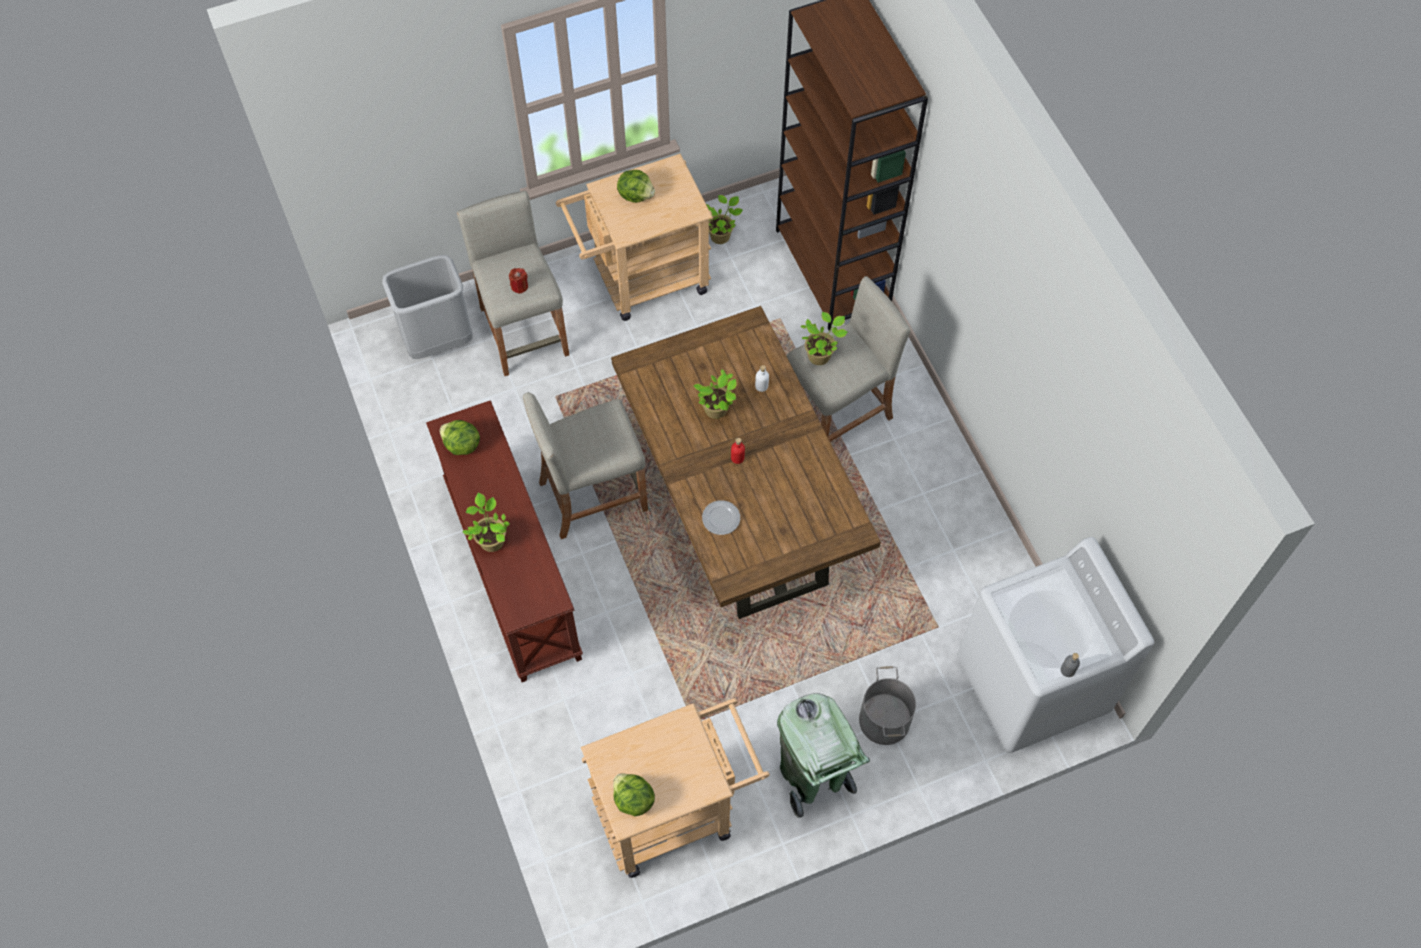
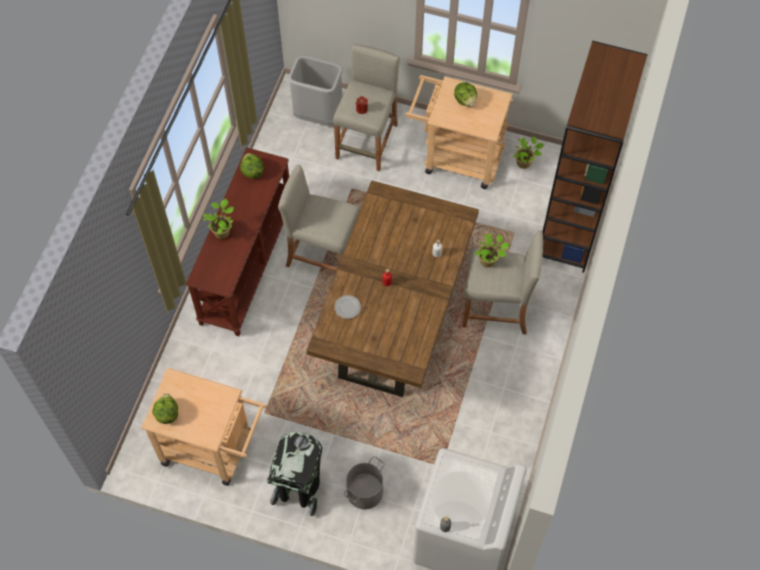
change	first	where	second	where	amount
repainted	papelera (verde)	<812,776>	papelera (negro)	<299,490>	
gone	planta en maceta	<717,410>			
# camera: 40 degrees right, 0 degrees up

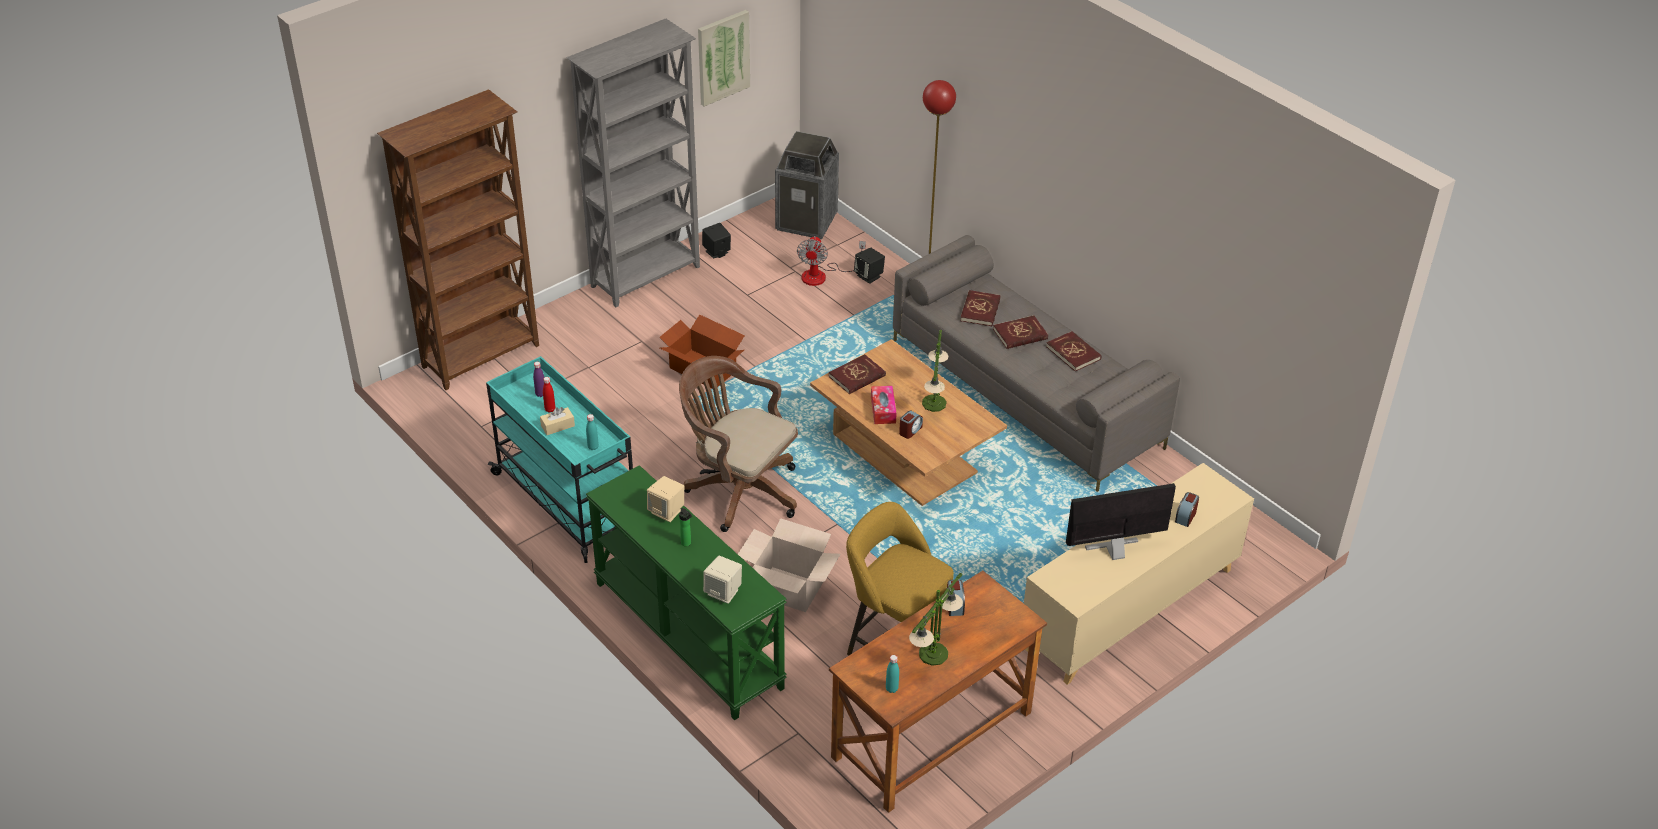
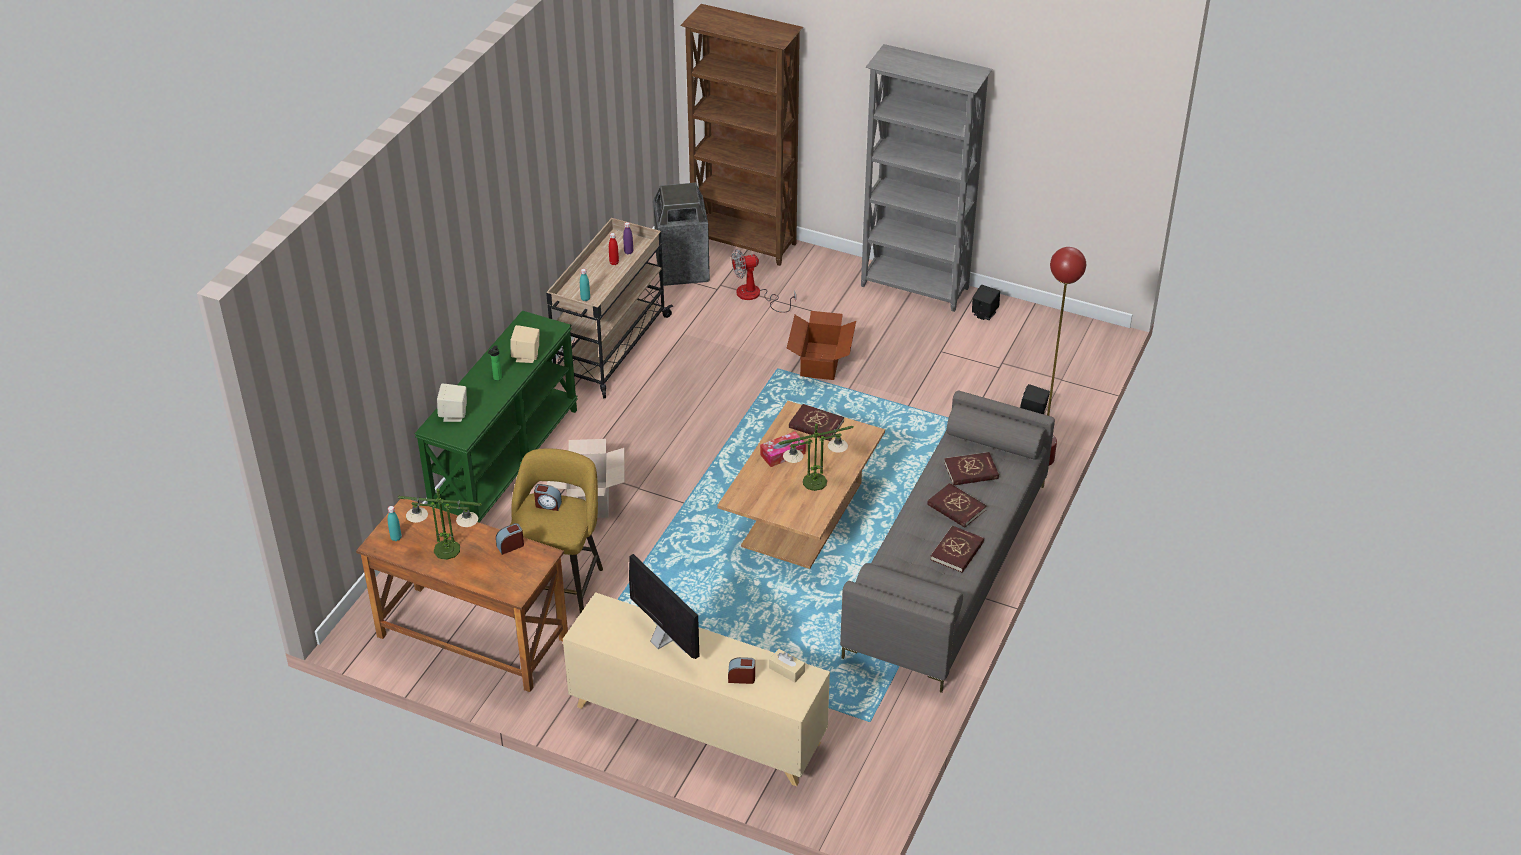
change	first	where	second	where	amount
shifted	despertador	<910,430>		<548,504>	
repainted	carrito (turquesa)	<569,503>	carrito (beis)	<609,349>	
shifted	papelera	<807,221>		<683,270>	
shifted	ventilador	<822,275>		<755,296>	
shifted	caja de pañuelos (beis)	<557,426>		<786,670>	
gone	silla de oficina (marrón)	<738,489>			
gone	cuadro	<723,57>			
# camera: 65 degrees right, 0 degrees up

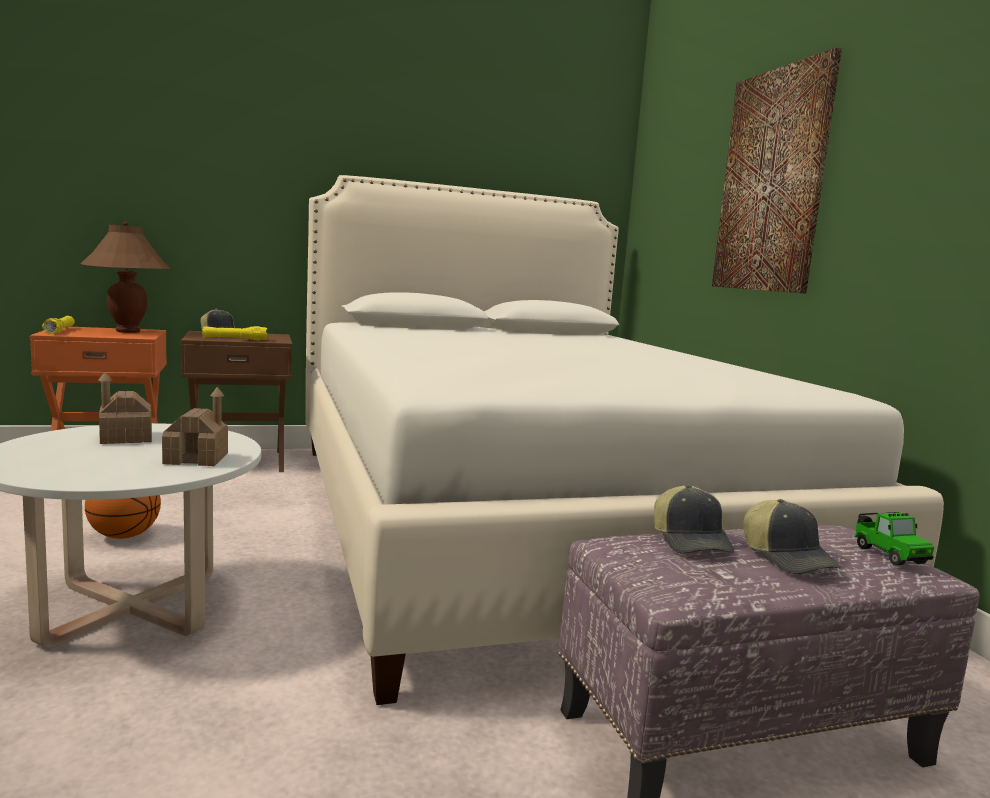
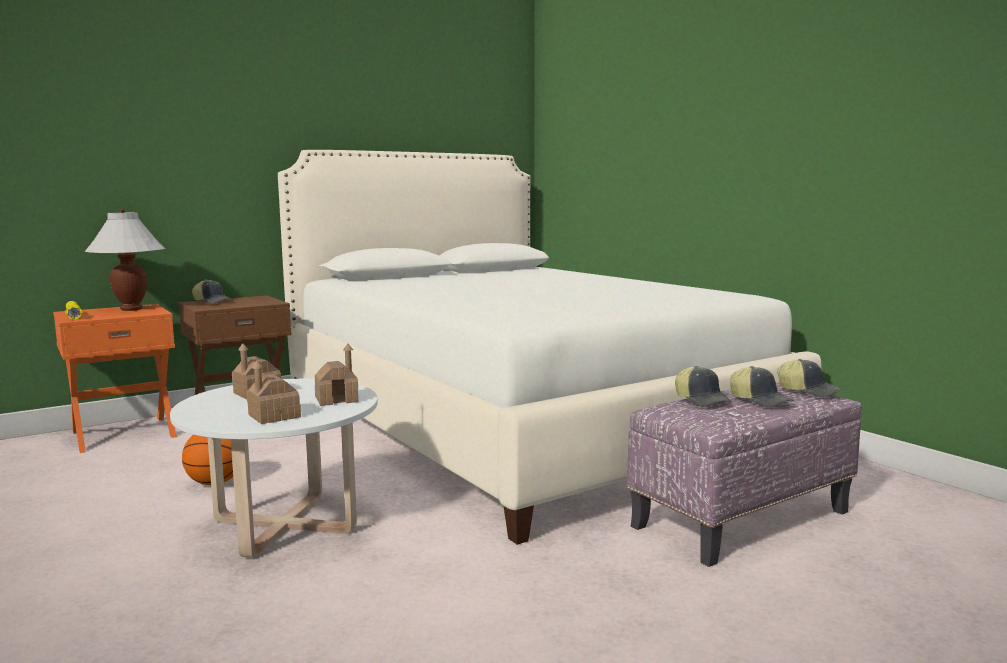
change	first	where	second	where	amount
repainted	lámpara de mesa (marrón)	<127,331>	lámpara de mesa (blanco)	<131,309>	
new			casita	<274,416>	
swapped	coche de juguete	<887,554>	gorra	<809,391>	
gone	linterna (amarillo)	<235,339>			
gone	cuadro	<772,181>			
# camera: 15 degrees left, 0 degrees up

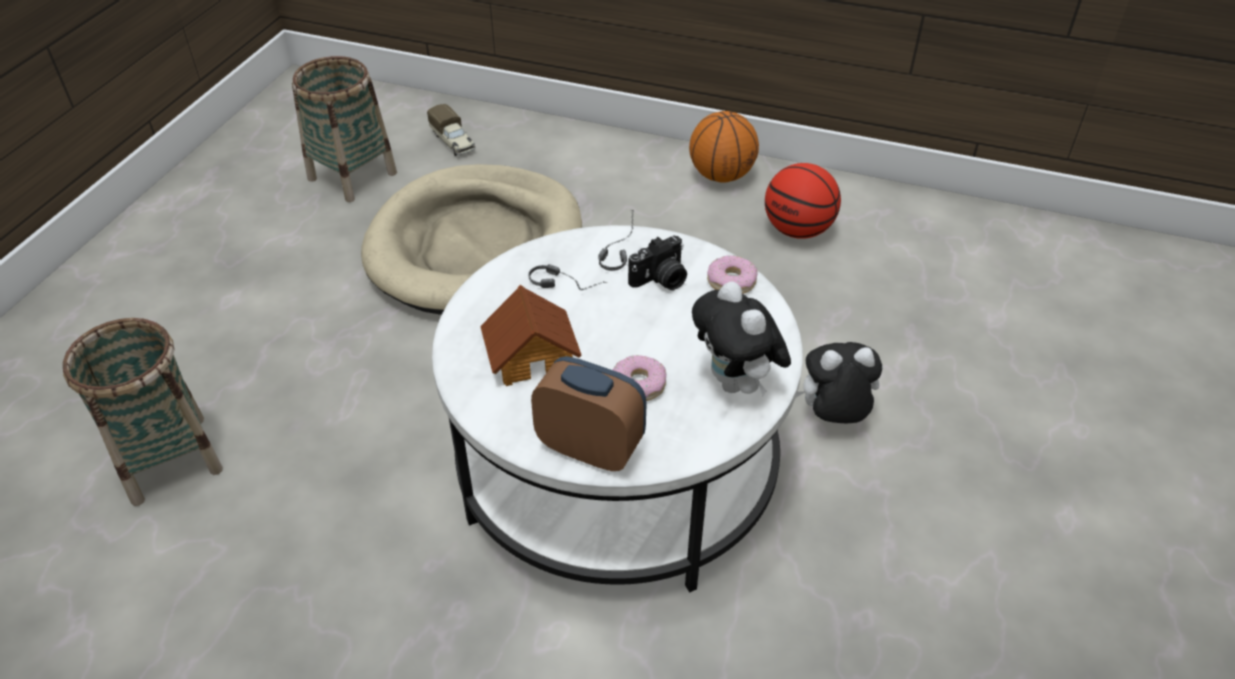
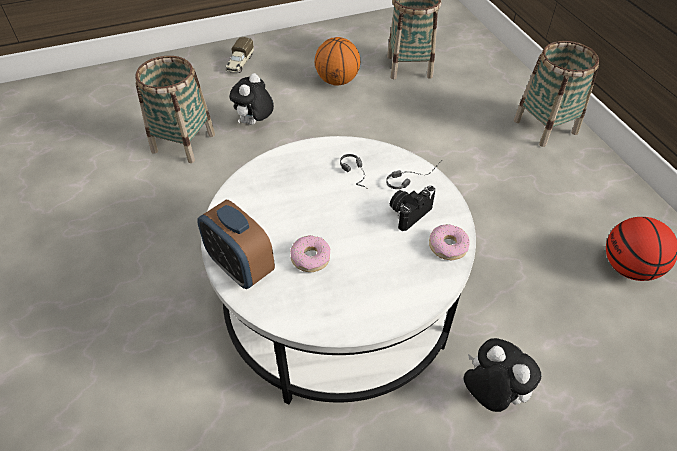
change	first	where	second	where	amount
rotated	despertador	<590,447>		<241,267>	150 degrees clockwise
shifted	camión de juguete	<453,142>		<240,64>	
shifted	peluche	<736,384>		<255,123>	
shifted	balón de baloncesto	<721,175>		<337,81>	
rotated	cámara	<660,280>		<409,212>	120 degrees clockwise
new			cesta	<545,127>	
gone	cama para perro (beis)	<476,246>			
gone	casita	<532,356>			
# camera: 50 degrees right, 5 degrees up

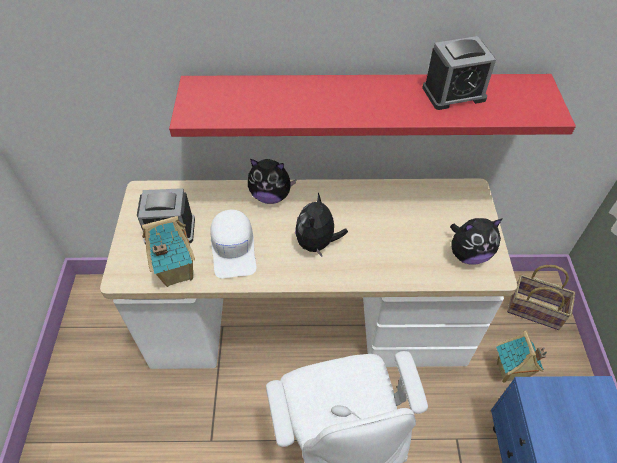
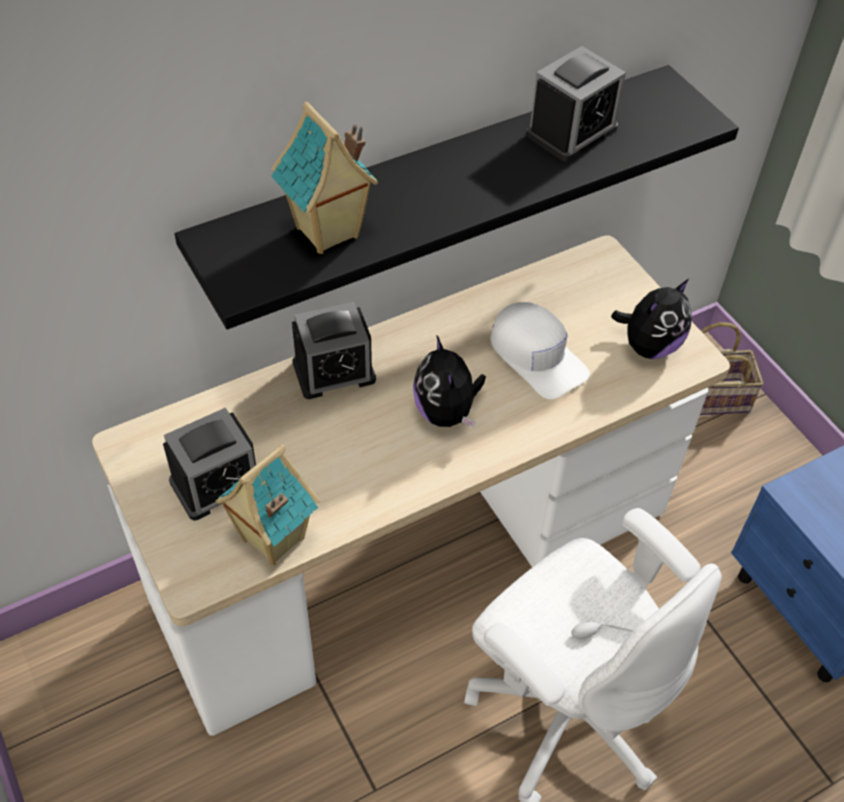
change	first	where	second	where	amount
repainted	estante (rojo)	<363,101>	estante (negro)	<439,181>	
shifted	casita	<509,372>		<328,233>	
swapped	peluche	<271,196>	despertador	<334,371>	
shifted	gorra (blanco)	<233,248>		<536,356>	
# camera: 30 degrees left, 0 degrees up

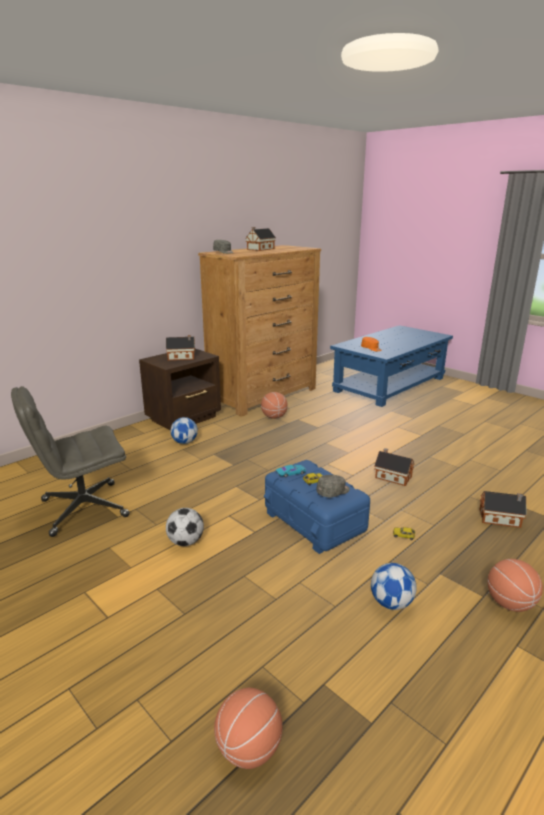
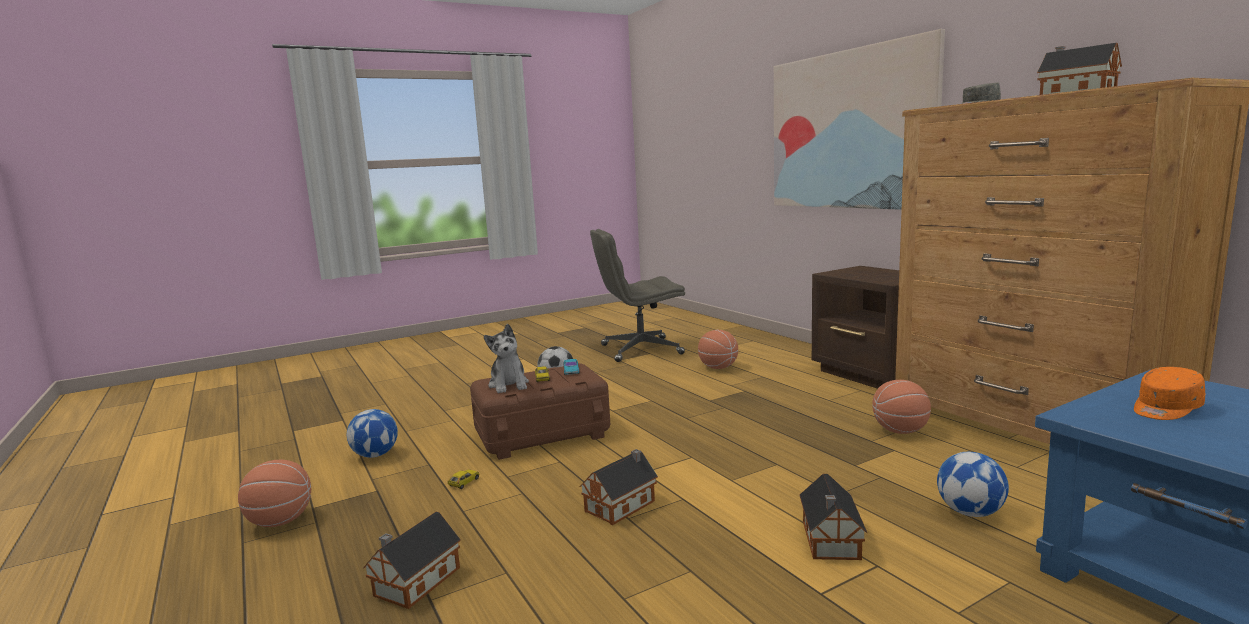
change	first	where	second	where	amount
repainted	caja de almacenaje (azul)	<313,522>	caja de almacenaje (marrón)	<542,434>	
swapped	gorra (gris)	<333,492>	peluche	<509,385>	
rotated	silla de oficina (gris)	<83,509>		<640,350>	90 degrees counterclockwise
shifted	balón de baloncesto	<248,749>		<718,367>	
new			cuadro	<849,130>	
shifted	casita	<182,357>		<830,542>	
shifted	balón de fútbol	<185,442>		<970,512>	
# camera: 105 degrees right, 10 degrees down

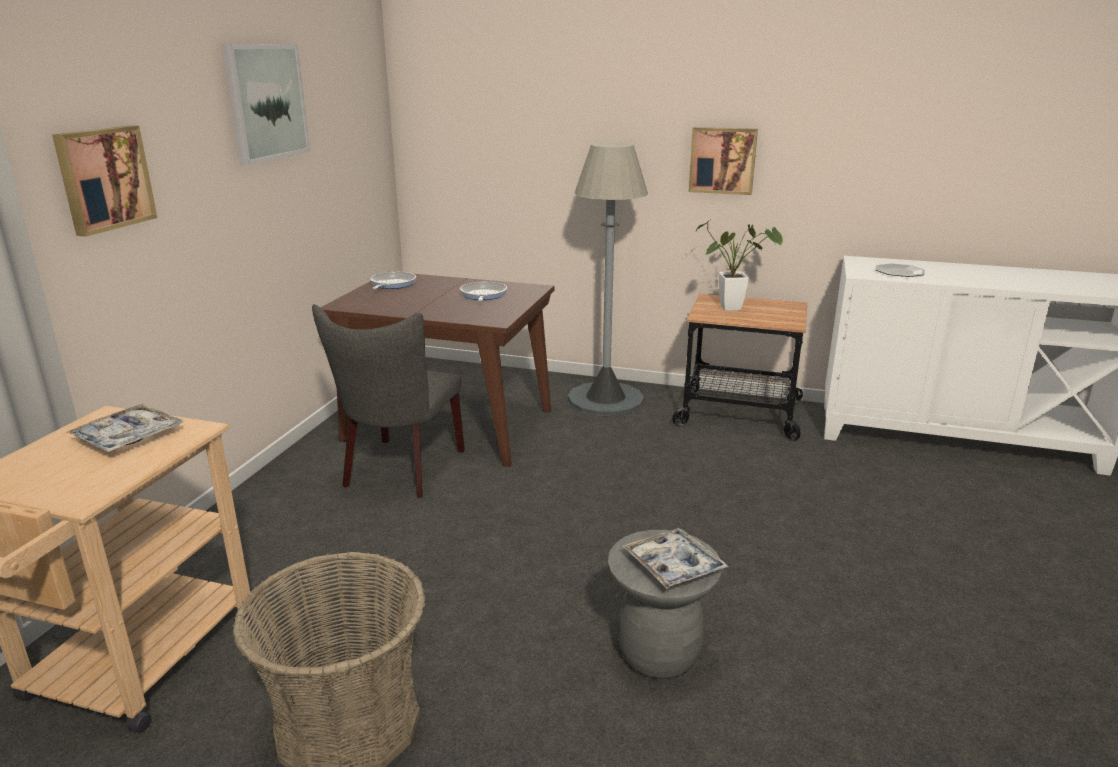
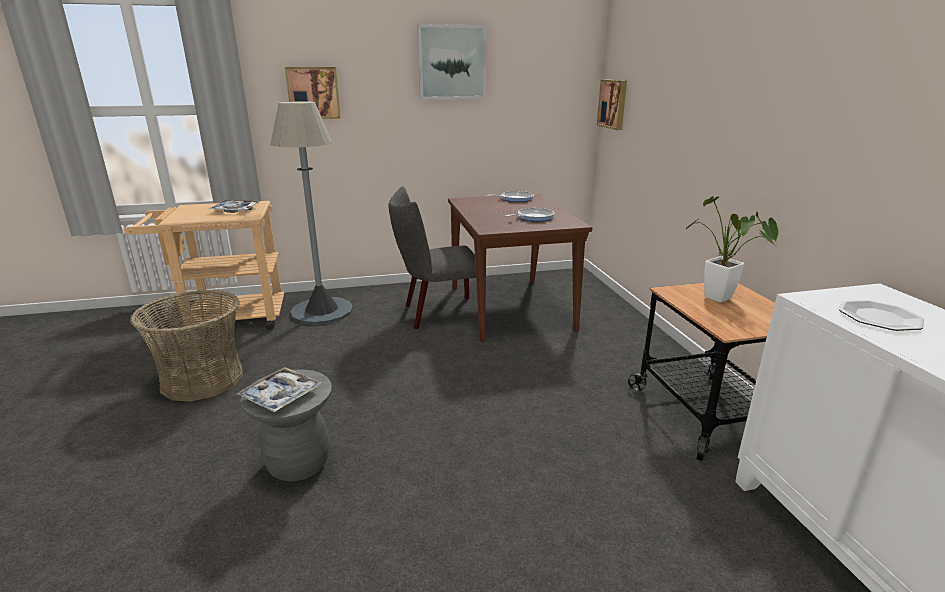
change	first	where	second	where	amount
shifted	lámpara de pie (gris)	<605,399>		<322,311>	
shifted	cuadro	<722,160>		<613,104>	
# camera: 60 degrees right, 0 degrees up

